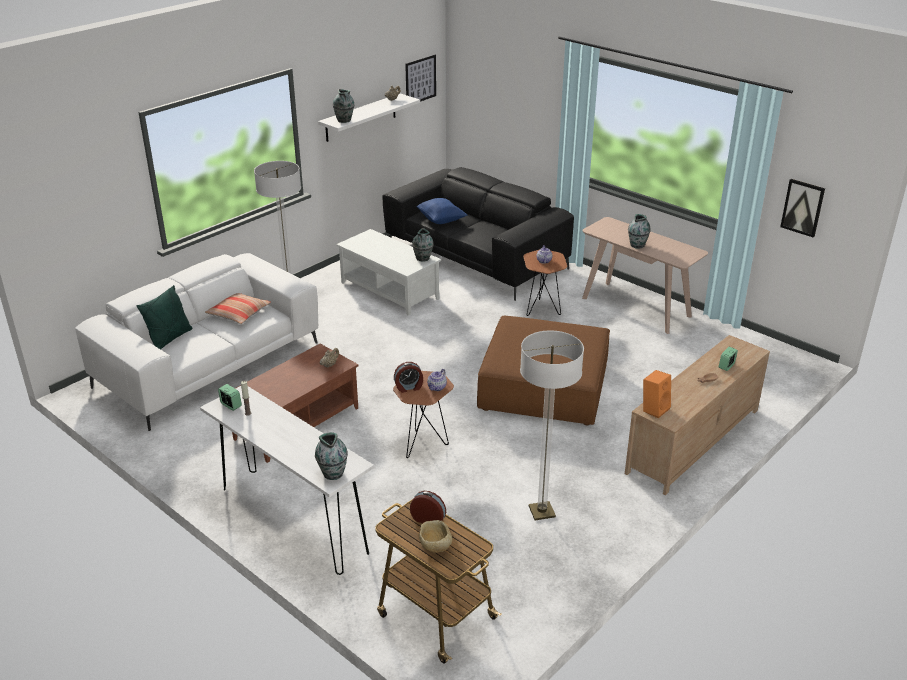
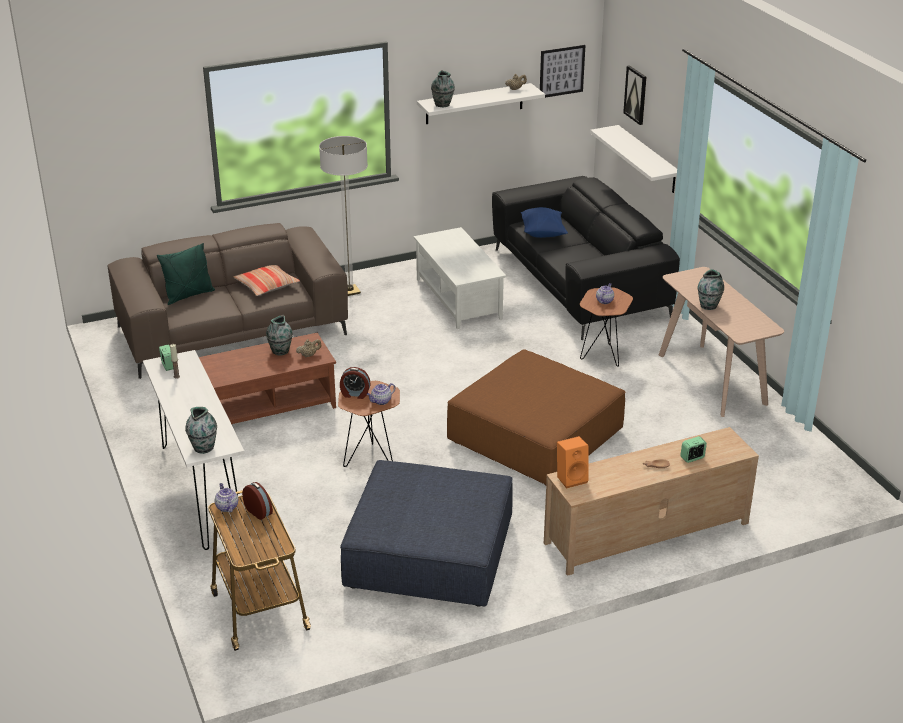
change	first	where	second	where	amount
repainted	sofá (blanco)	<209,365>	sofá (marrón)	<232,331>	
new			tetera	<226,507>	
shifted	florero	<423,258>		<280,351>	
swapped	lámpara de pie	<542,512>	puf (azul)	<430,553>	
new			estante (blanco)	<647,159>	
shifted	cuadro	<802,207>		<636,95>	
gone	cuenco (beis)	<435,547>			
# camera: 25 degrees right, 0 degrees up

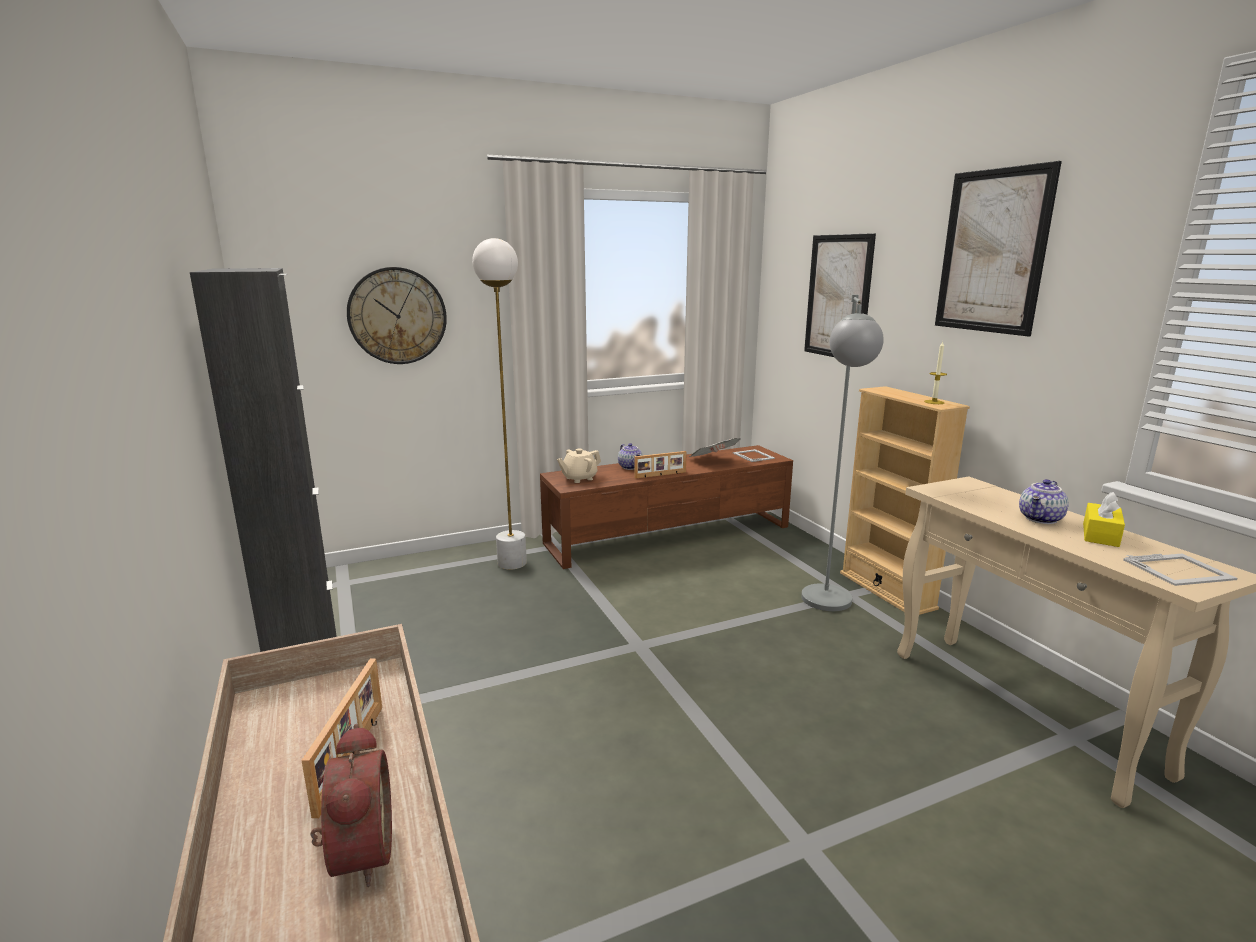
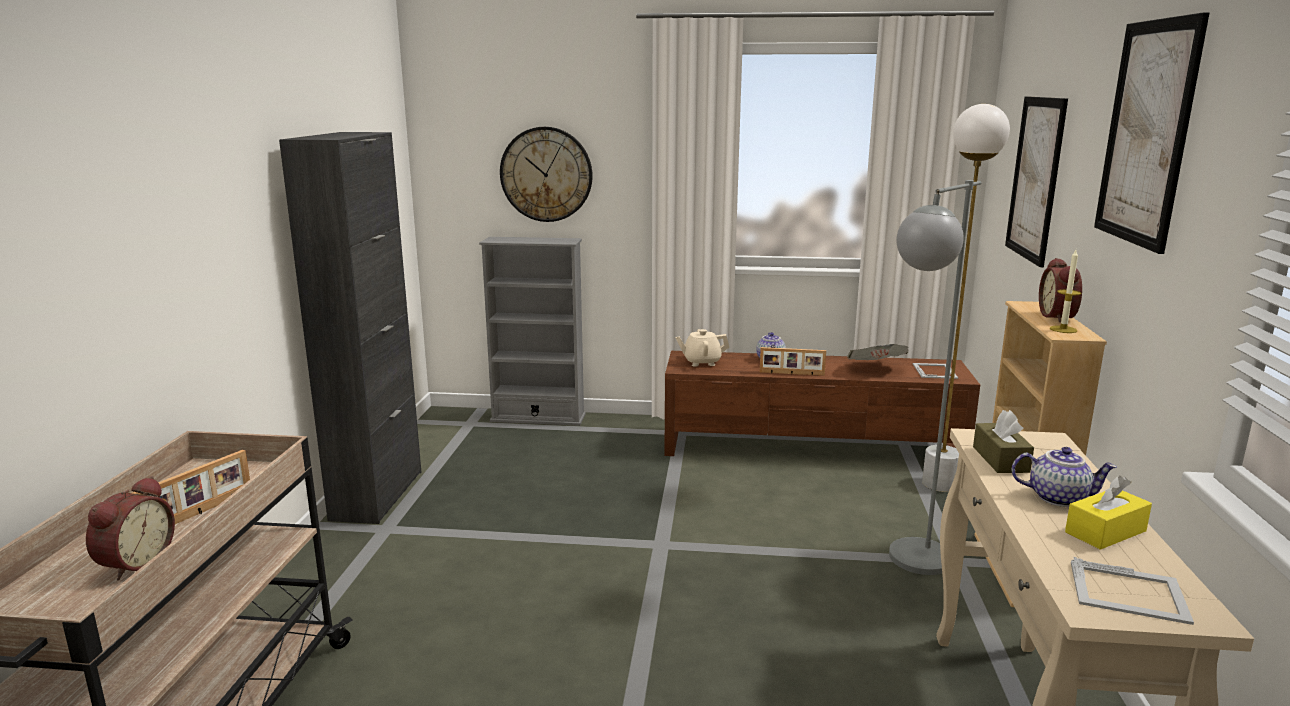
change	first	where	second	where	amount
new			estantería (gris)	<538,418>	
shifted	lámpara de pie (blanco)	<512,563>		<940,484>	
new			caja de pañuelos (marrón)	<1000,459>	
rotated	tetera	<1041,519>		<1058,497>	150 degrees counterclockwise
new			despertador	<1059,317>	
# camera: 30 degrees right, 0 degrees up

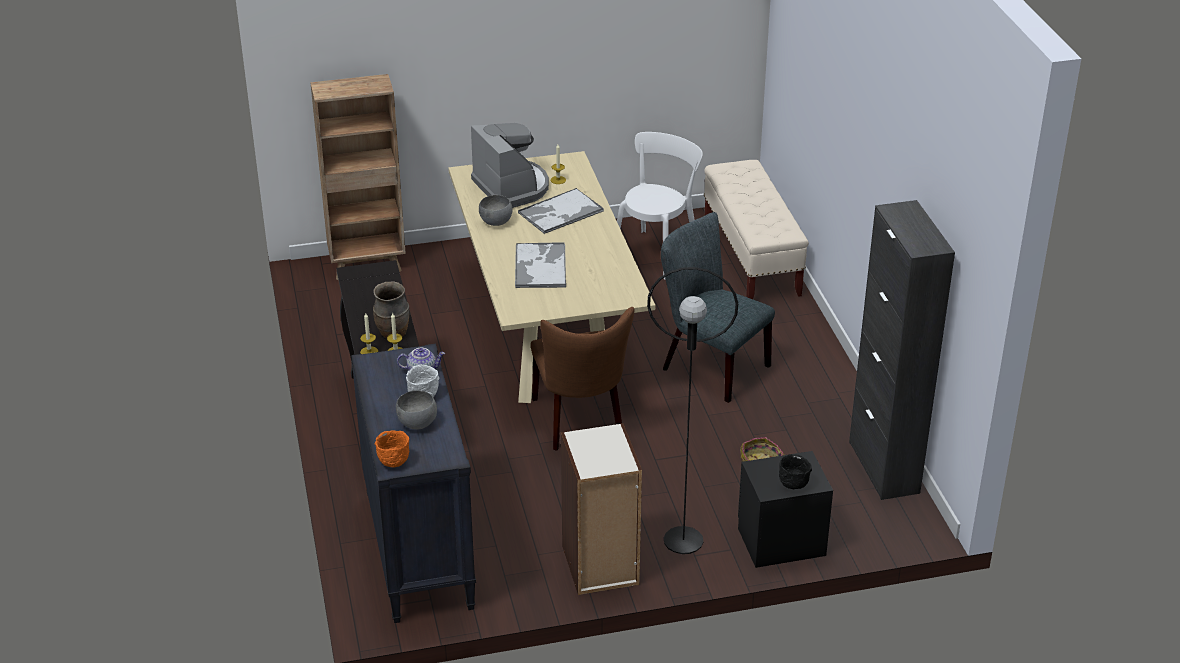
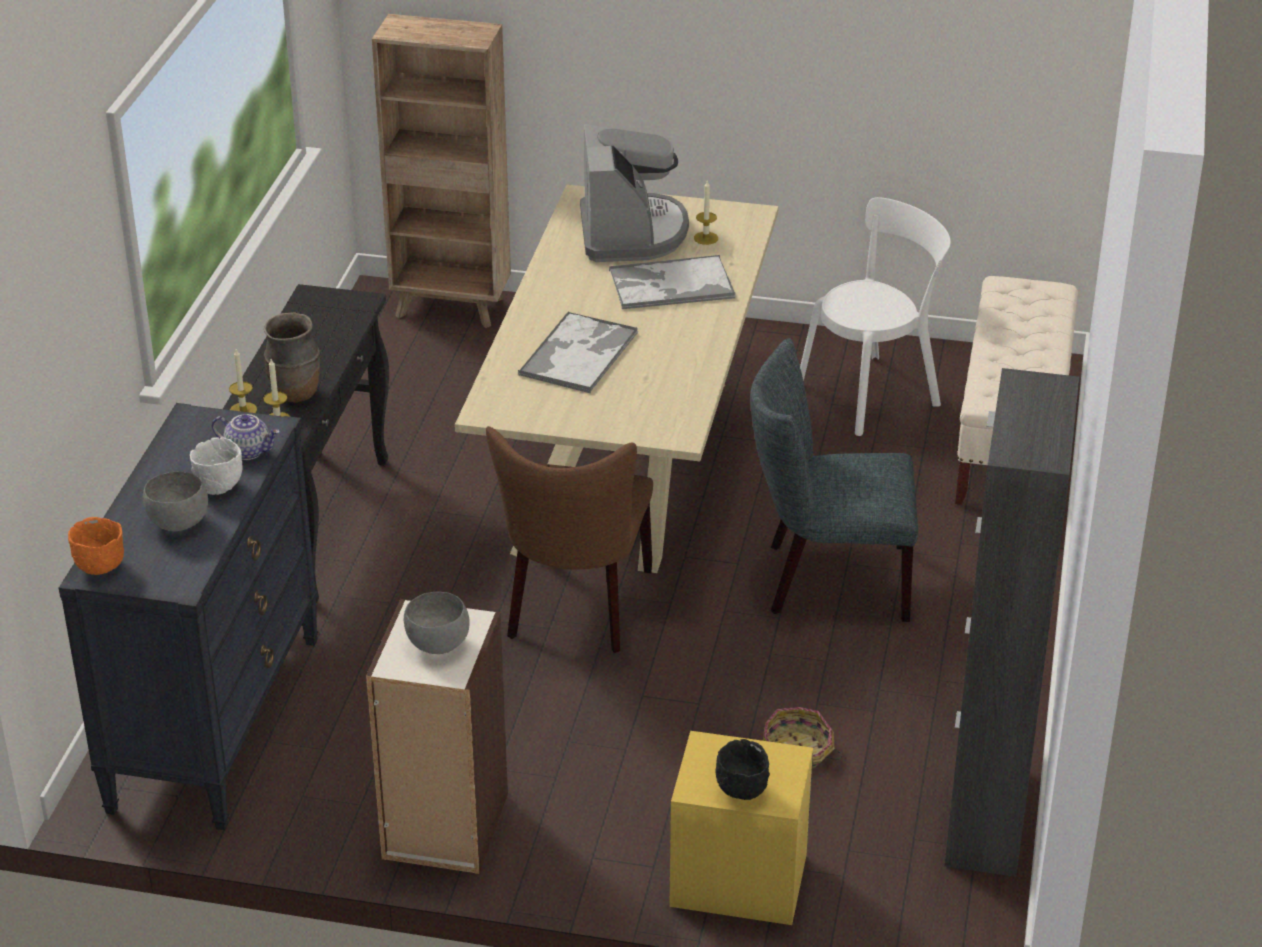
change	first	where	second	where	amount
shifted	cuenco (gris)	<495,222>		<437,645>	
repainted	mesita de noche (negro)	<781,541>	mesita de noche (amarillo)	<739,880>	
rotated	silla (gris)	<709,366>		<827,580>	60 degrees counterclockwise
gone	lámpara de pie (negro)	<683,540>			
# camera: 25 degrees right, 0 degrees up

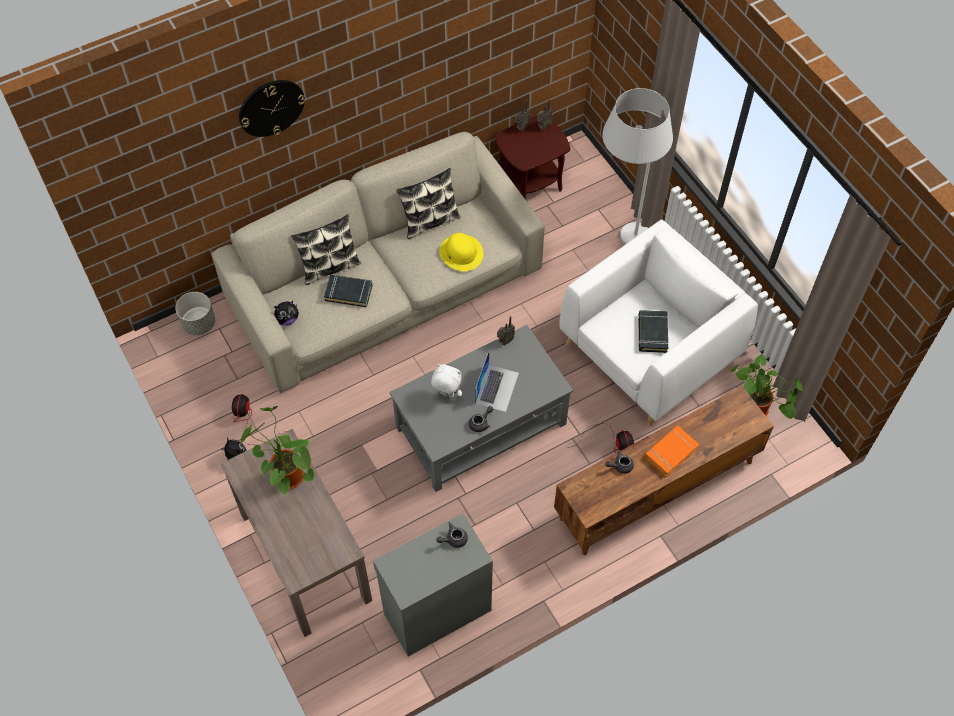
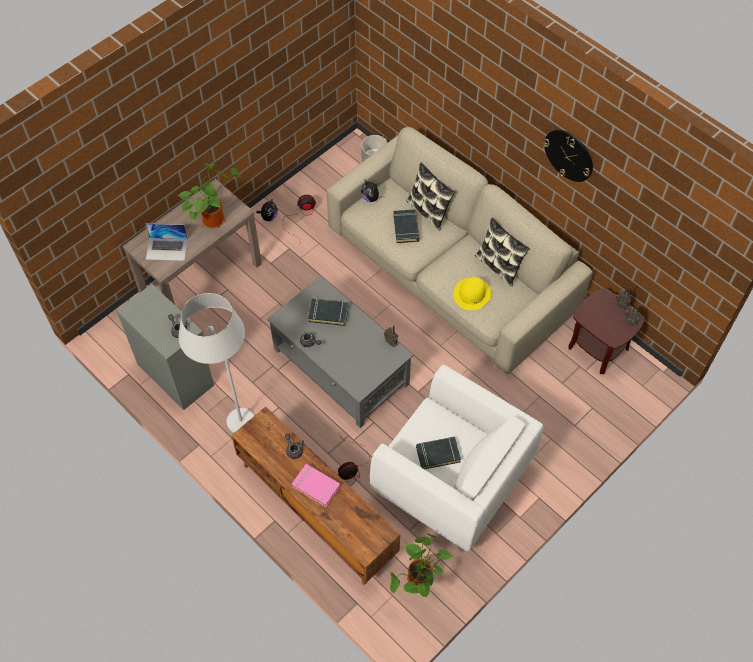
change	first	where	second	where	amount
shifted	portátil	<497,388>		<167,249>	
shifted	lámpara de pie (blanco)	<620,242>		<231,411>	
repainted	libro (naranja)	<671,452>	libro (rosa)	<316,486>	
swapped	peluche (blanco)	<446,395>	libro (negro)	<328,313>	
shifted	reloj de pared	<271,107>		<569,155>	
# camera: 75 degrees right, 0 degrees up

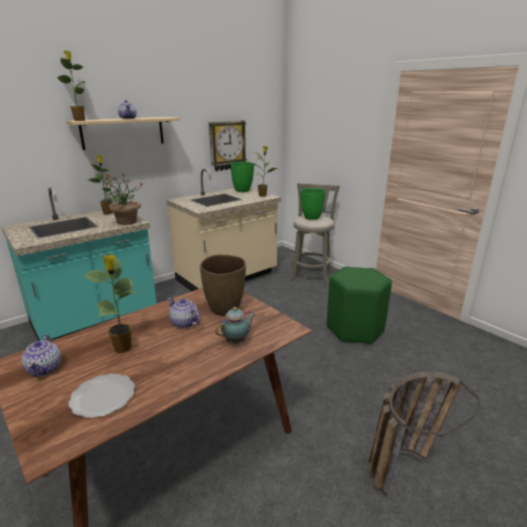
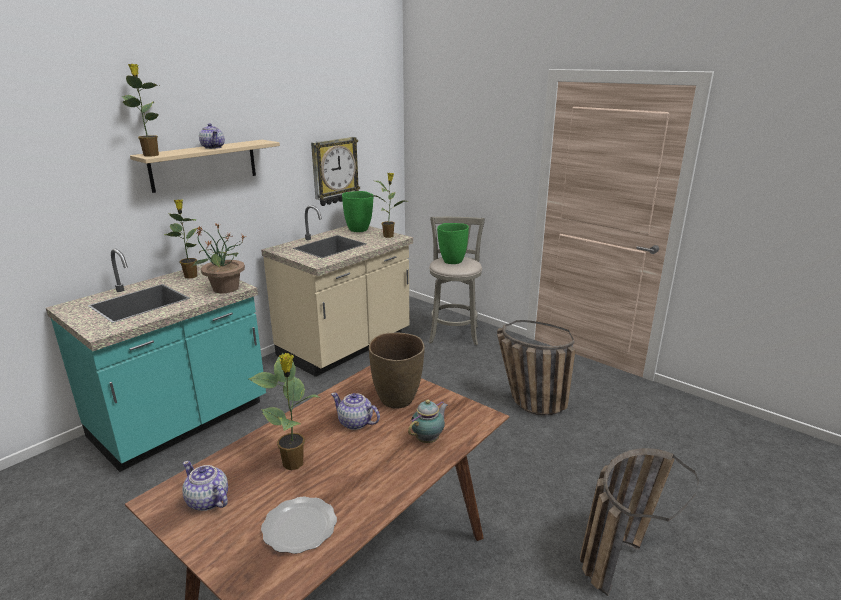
change	first	where	second	where	amount
rotated	tetera	<45,368>		<207,501>	150 degrees clockwise
swapped	taburete (verde)	<355,329>	cesta	<526,402>	
# camera: 10 degrees left, 0 degrees up

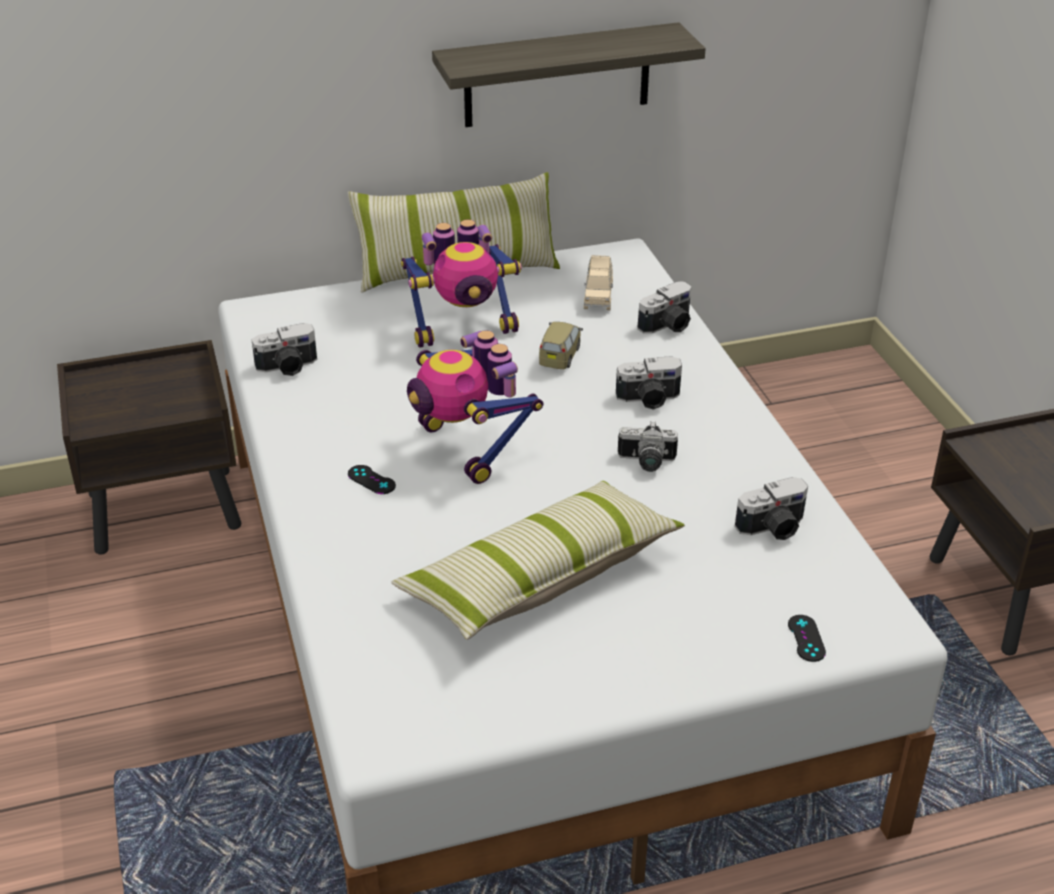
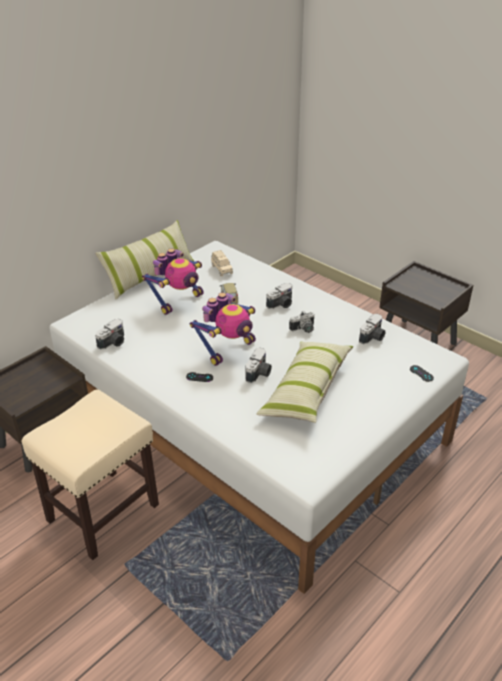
change	first	where	second	where	amount
new			taburete (beis)	<104,511>	
rotated	robot de juguete	<469,448>		<228,349>	75 degrees counterclockwise
shifted	cámara	<668,325>		<259,373>	
gone	estante	<557,75>			
# camera: 30 degrees left, 0 degrees up

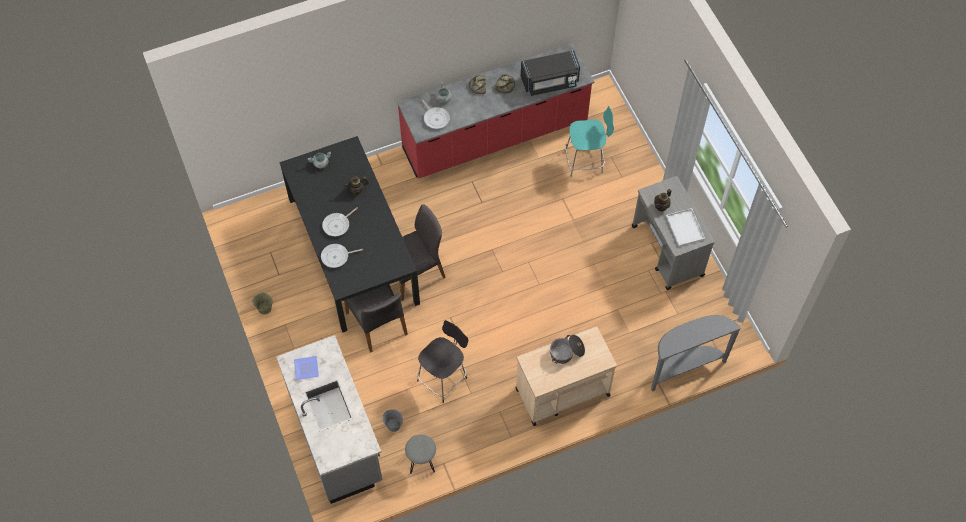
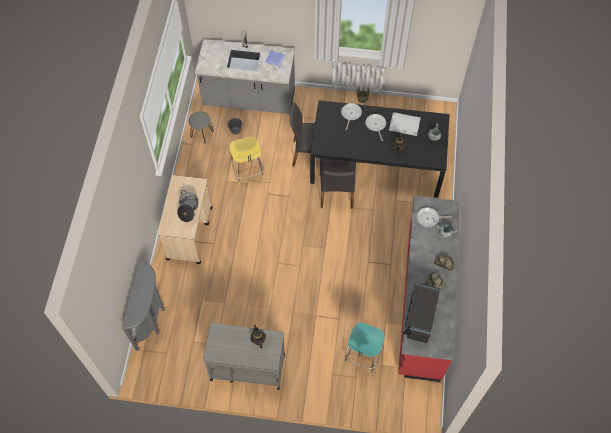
change	first	where	second	where	amount
repainted	taburete (negro)	<443,378>	taburete (amarillo)	<248,171>	
shifted	bandeja (blanco)	<685,228>		<404,124>	
# camera: 120 degrees right, 0 degrees up

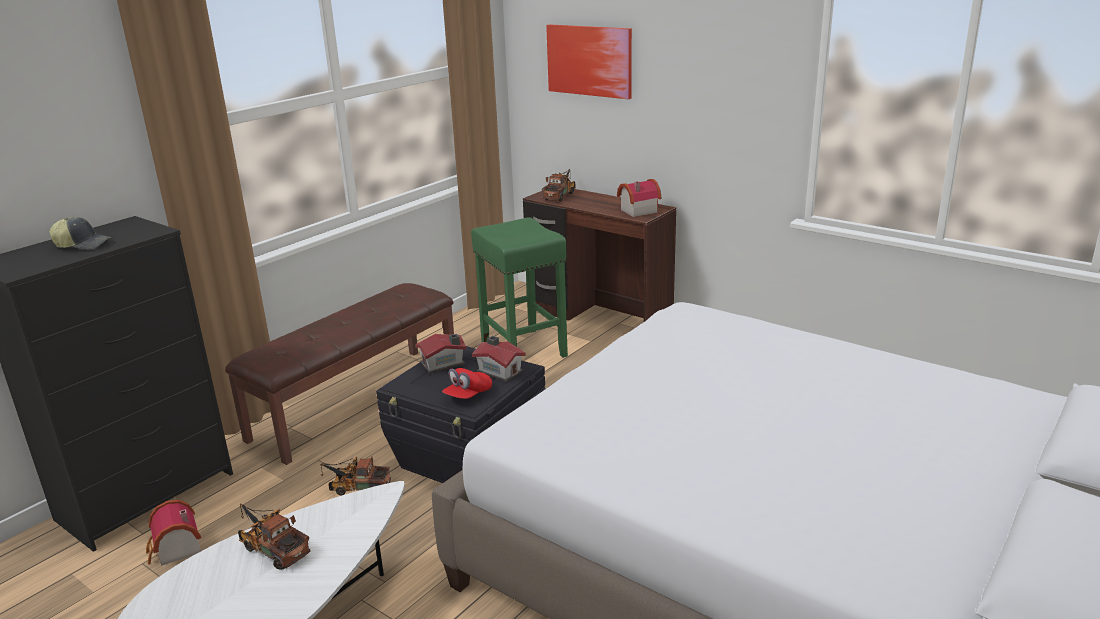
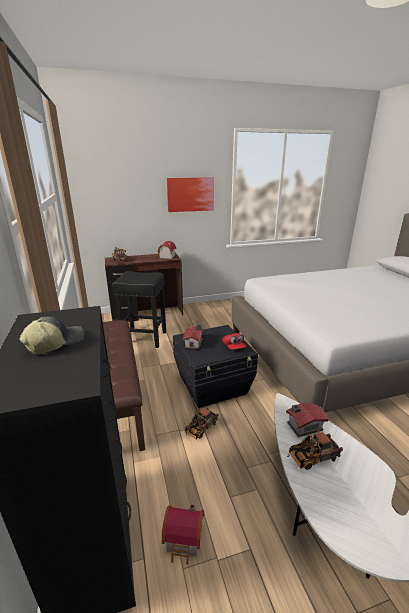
change	first	where	second	where	amount
repainted	taburete (verde)	<522,349>	taburete (negro)	<143,338>	
shifted	cuadro	<589,60>		<190,194>	
shifted	casita	<499,371>		<303,426>	
# camera: 55 degrees left, 0 degrees up

